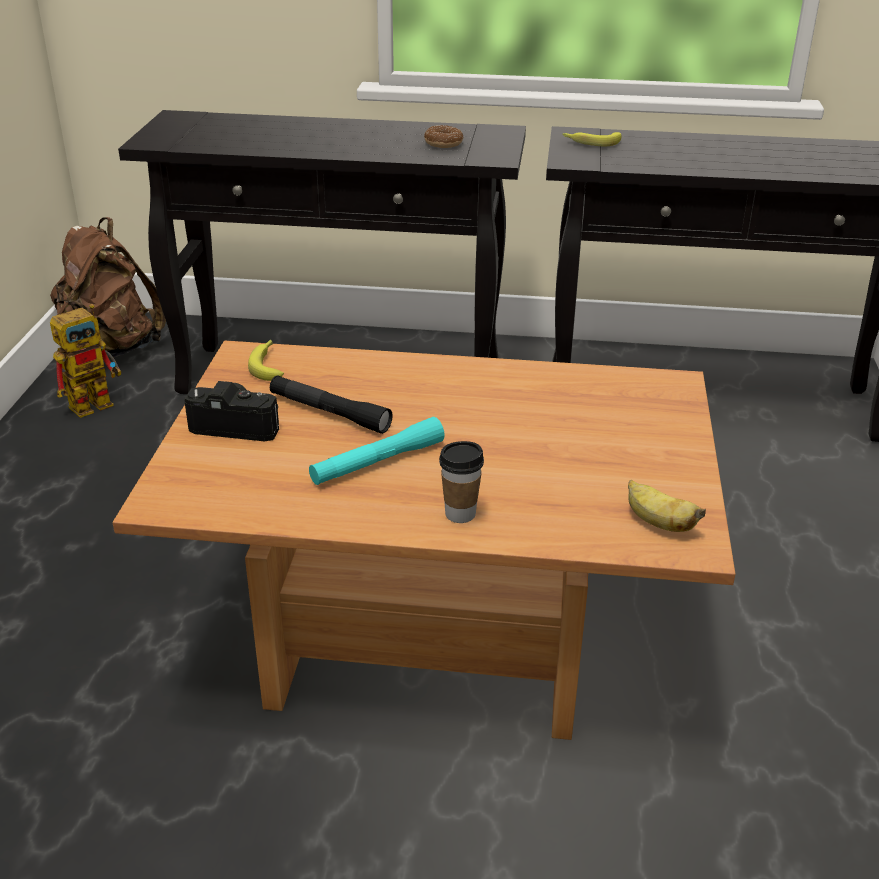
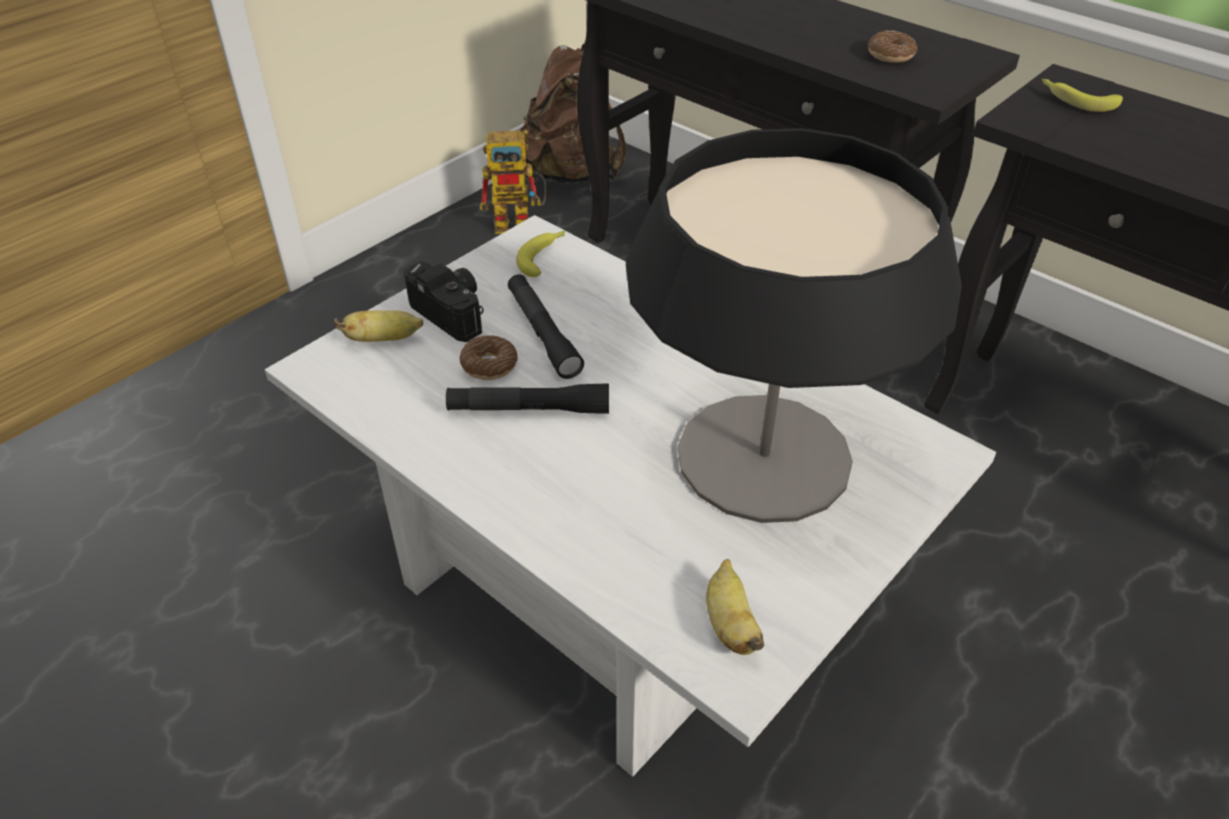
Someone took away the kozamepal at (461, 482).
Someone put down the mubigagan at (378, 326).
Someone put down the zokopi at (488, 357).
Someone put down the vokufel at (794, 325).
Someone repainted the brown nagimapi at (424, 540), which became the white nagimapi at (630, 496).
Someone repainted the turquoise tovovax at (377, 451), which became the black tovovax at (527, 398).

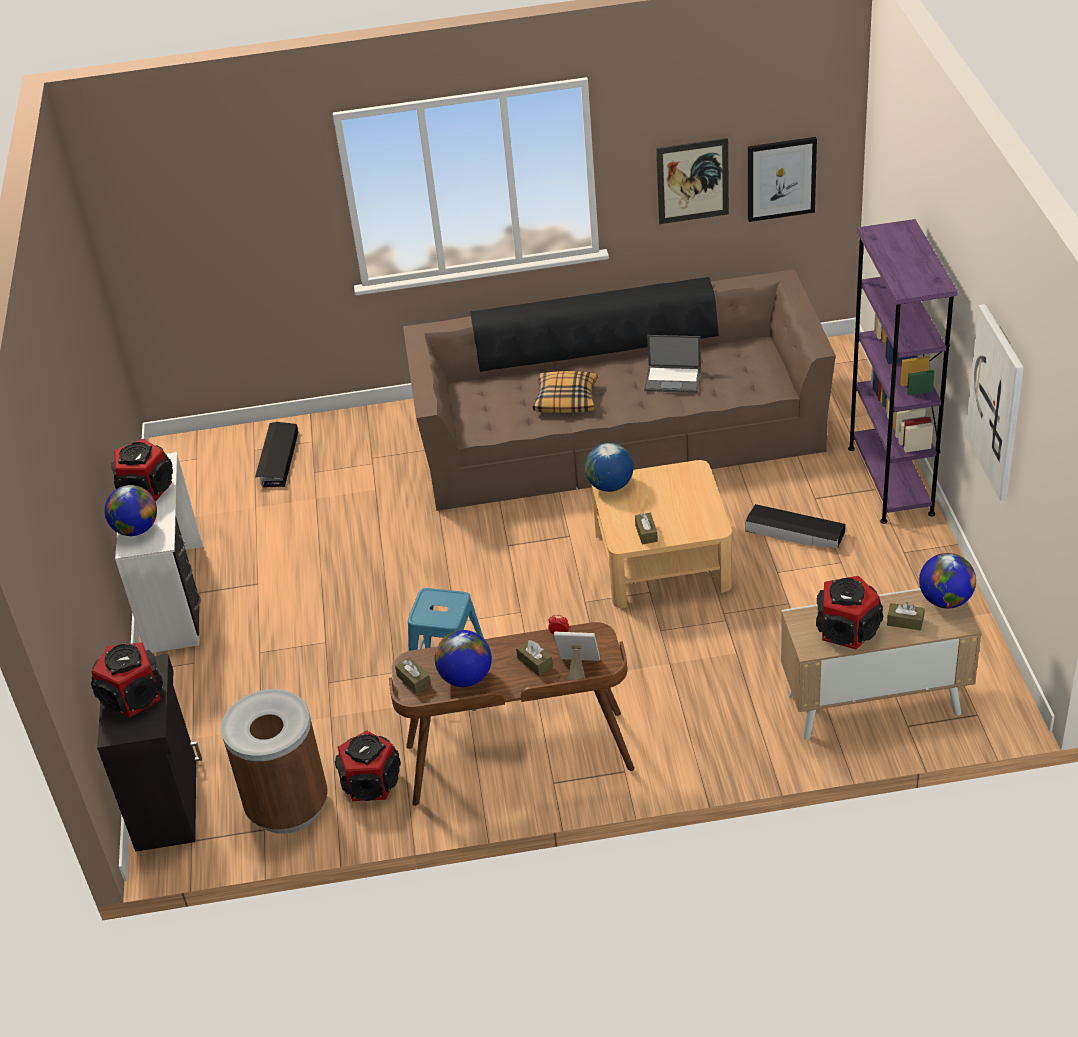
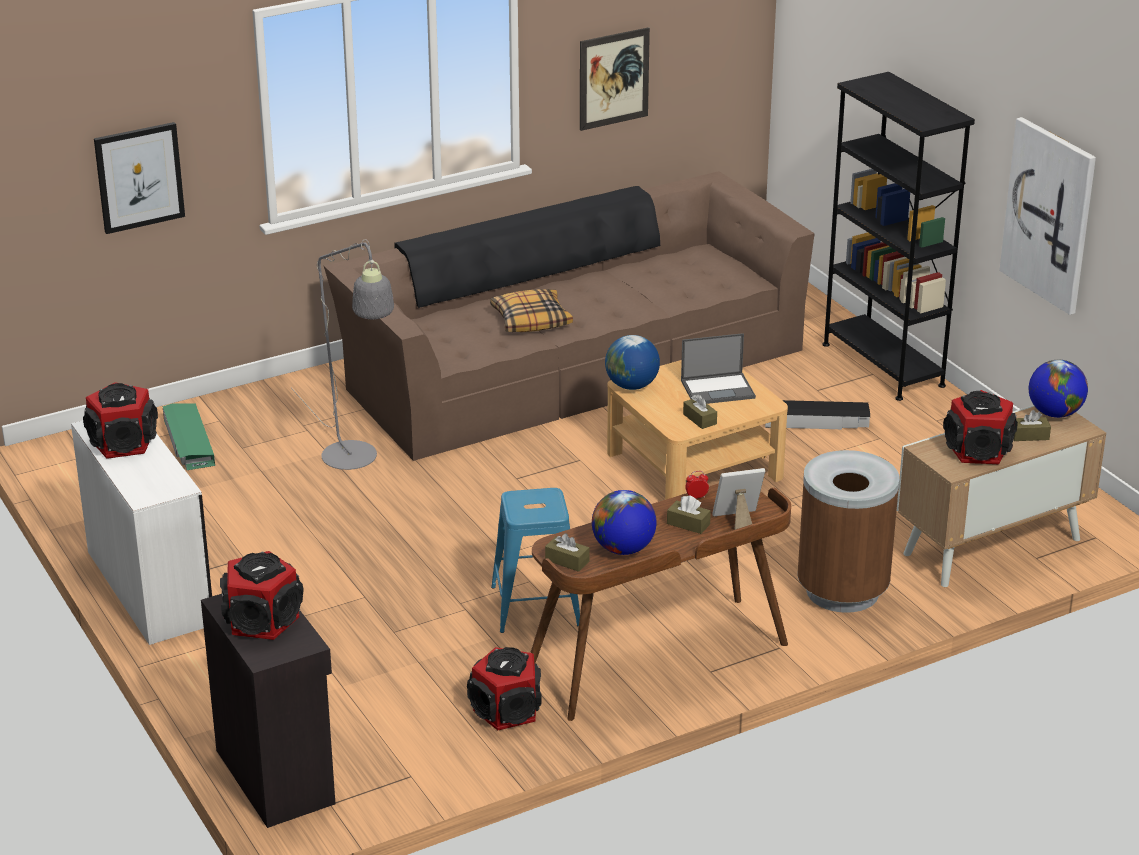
Someone took away the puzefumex at (130, 510).
Someone put down the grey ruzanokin at (342, 354).
Someone carried the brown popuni from (274, 761) to (848, 531).
Someone carried the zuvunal from (672, 364) to (718, 368).
Someone carried the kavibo from (782, 179) to (139, 178).
Someone repainted the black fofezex at (276, 454), which became the green fofezex at (189, 436).
Someone repainted the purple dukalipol at (903, 371), which became the black dukalipol at (898, 236).

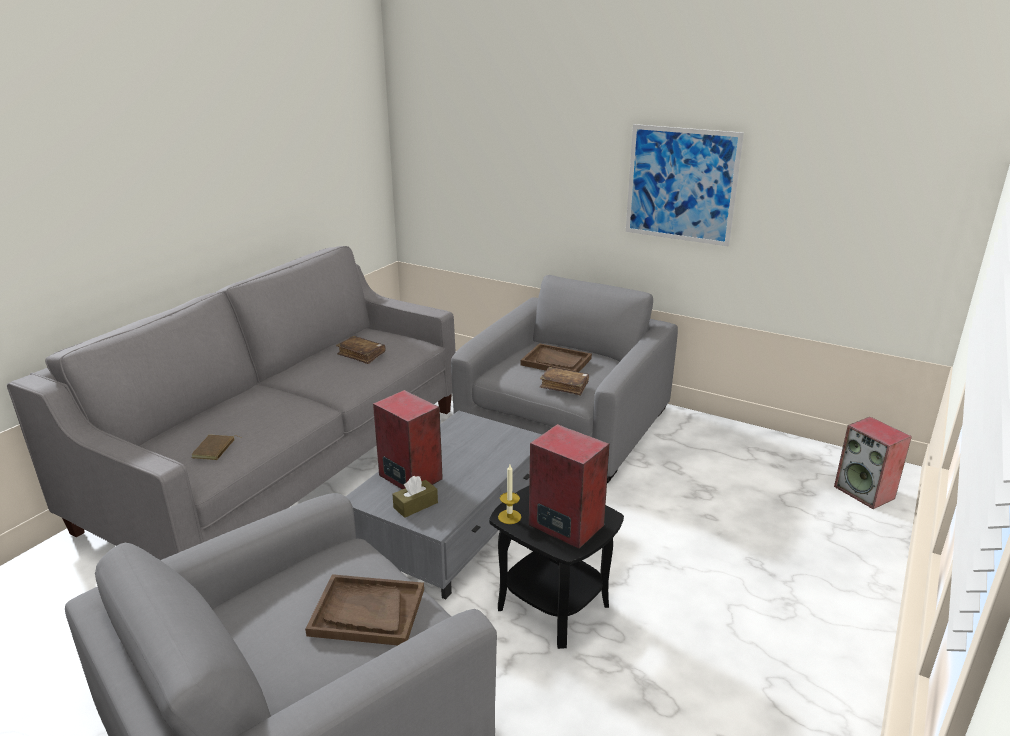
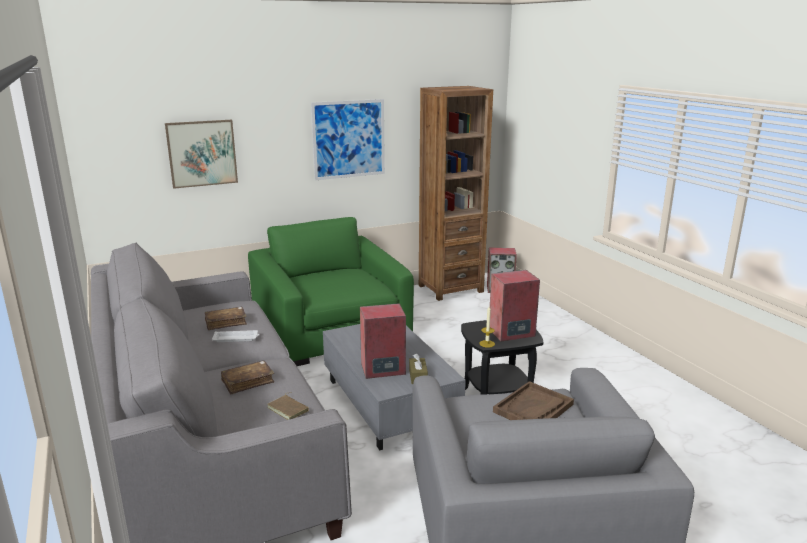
Someone took away the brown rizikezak at (556, 357).
Someone put up the kavibo at (201, 154).
Someone put down the white rizikezak at (235, 336).
Someone put down the brown dukalipol at (456, 193).
Someone carried the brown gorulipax from (564, 381) to (247, 377).
Someone repainted the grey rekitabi at (564, 379), which became the green rekitabi at (331, 291).

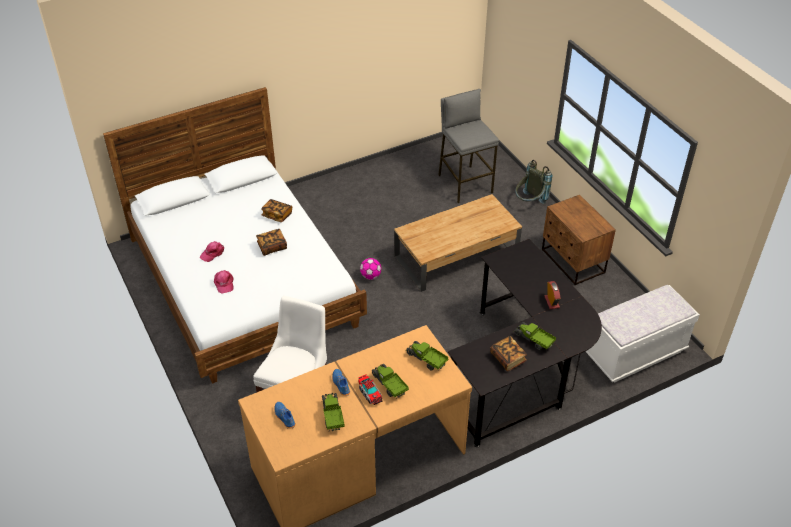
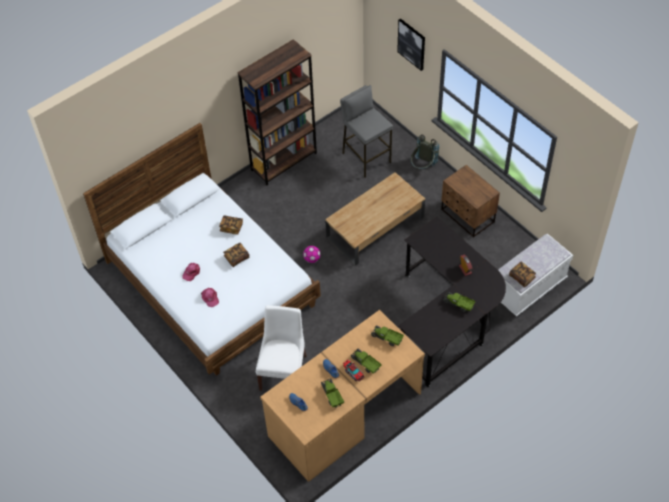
Someone put down the brown dukalipol at (277, 112).
Someone put up the kavibo at (411, 45).
Someone carried the gorulipax from (508, 353) to (522, 274).

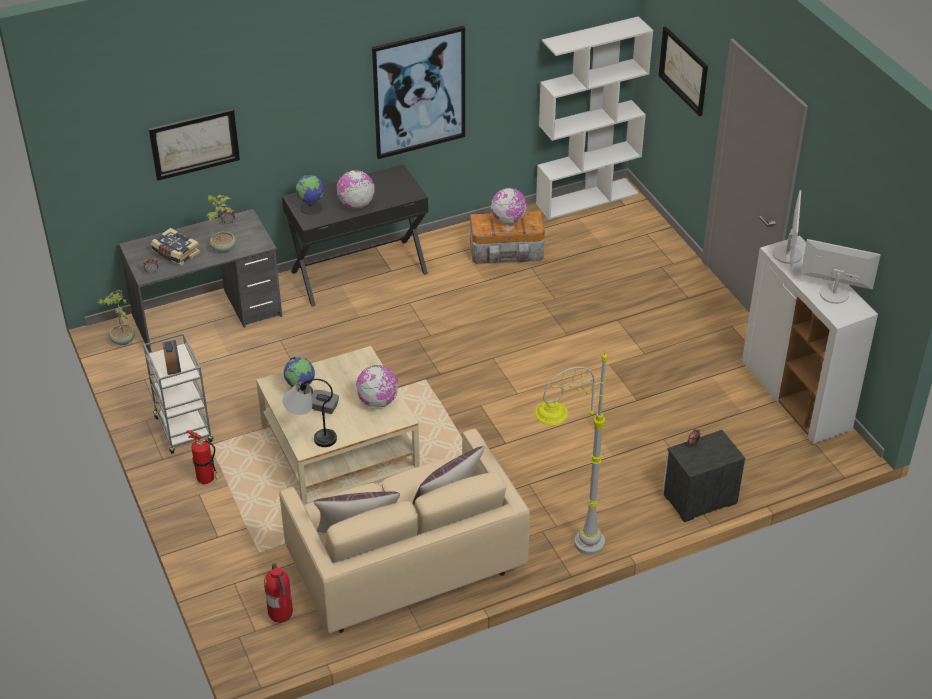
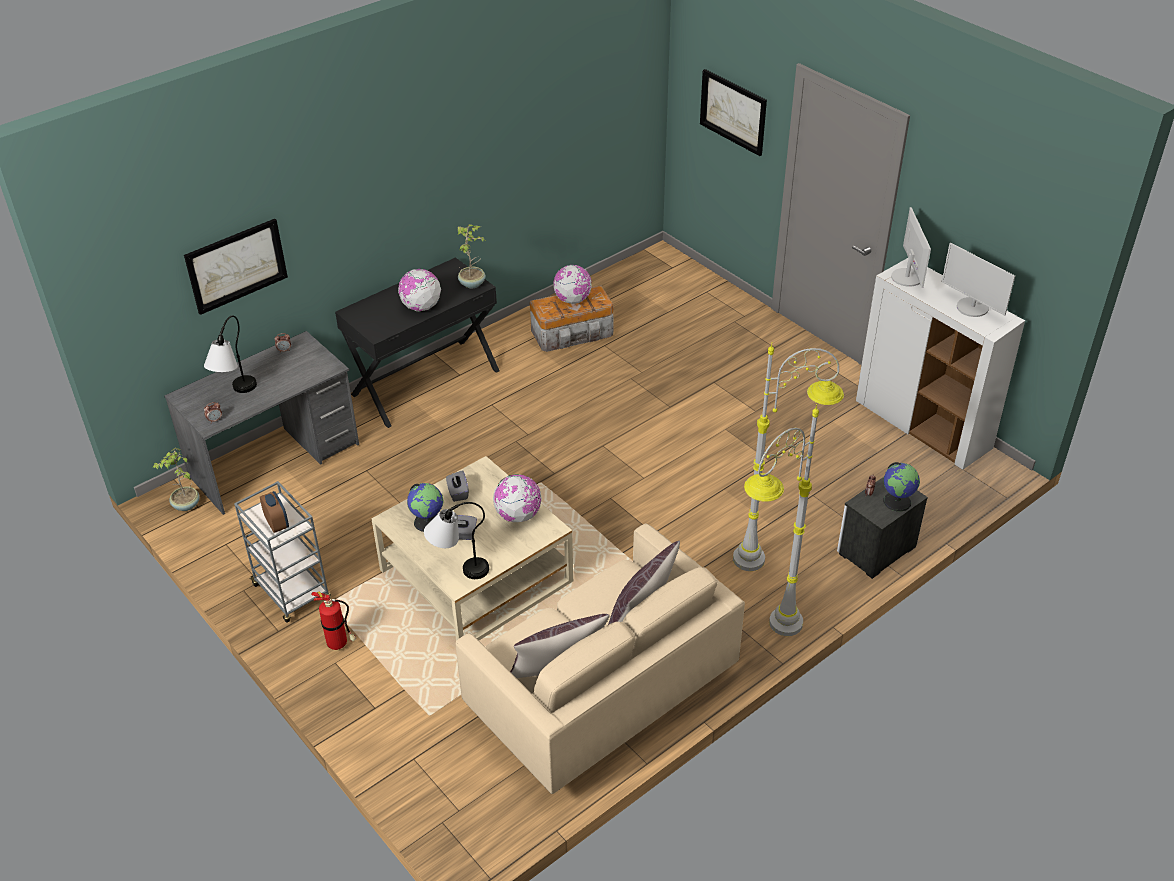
Someone took away the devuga at (278, 593).
Someone took away the kavibo at (418, 92).
Someone took away the white dukalipol at (594, 118).
Someone put down the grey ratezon at (457, 486).
Someone put down the grey ruzanokin at (788, 456).
Someone carried the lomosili from (220, 224) to (472, 256).
Someone carried the puzefumex from (310, 194) to (901, 487).
Someone swapped the gorulipax at (175, 247) for the vokufel at (230, 354).
Someone rotated the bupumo at (841, 271) by 135 degrees counterclockwise.

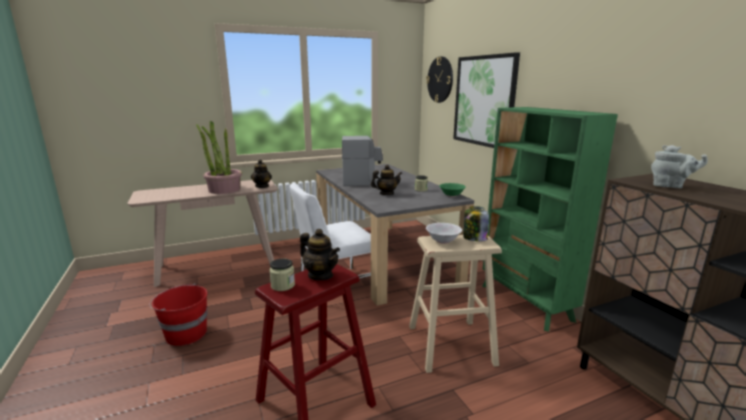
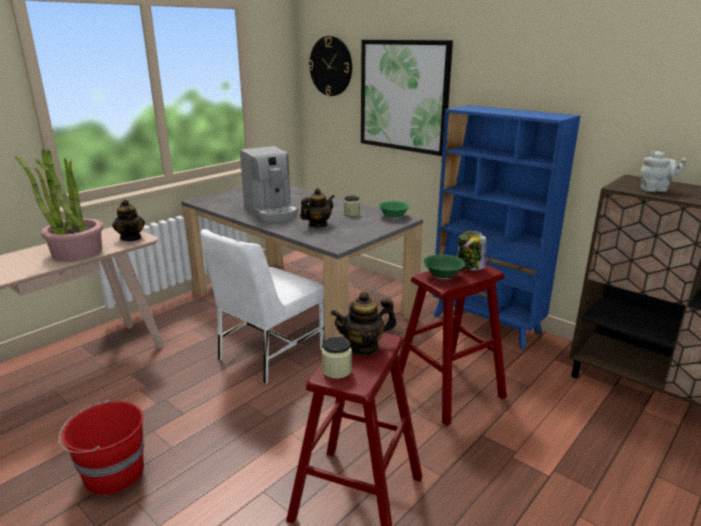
Someone repainted the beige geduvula at (455, 304), which became the red geduvula at (453, 345).
Someone repainted the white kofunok at (444, 233), which became the green kofunok at (444, 266).
Someone repainted the green dukalipol at (550, 219), which became the blue dukalipol at (506, 227).
Someone rotated the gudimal at (320, 254) by 150 degrees clockwise.
Someone rotated the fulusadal at (362, 161) by 90 degrees clockwise.

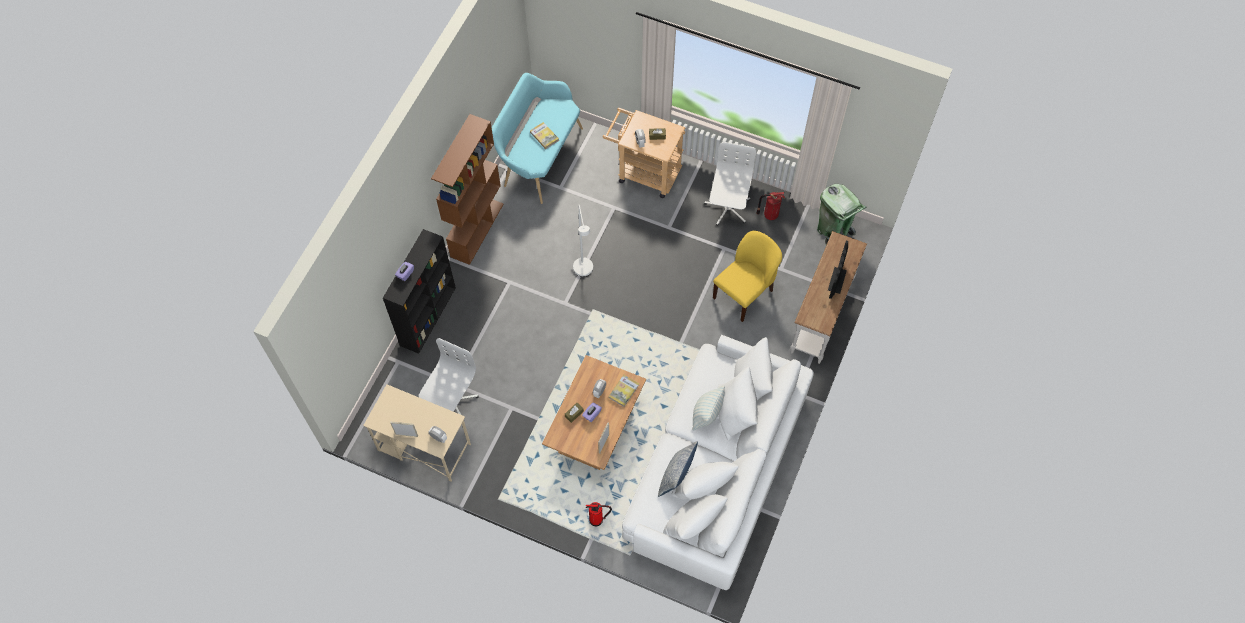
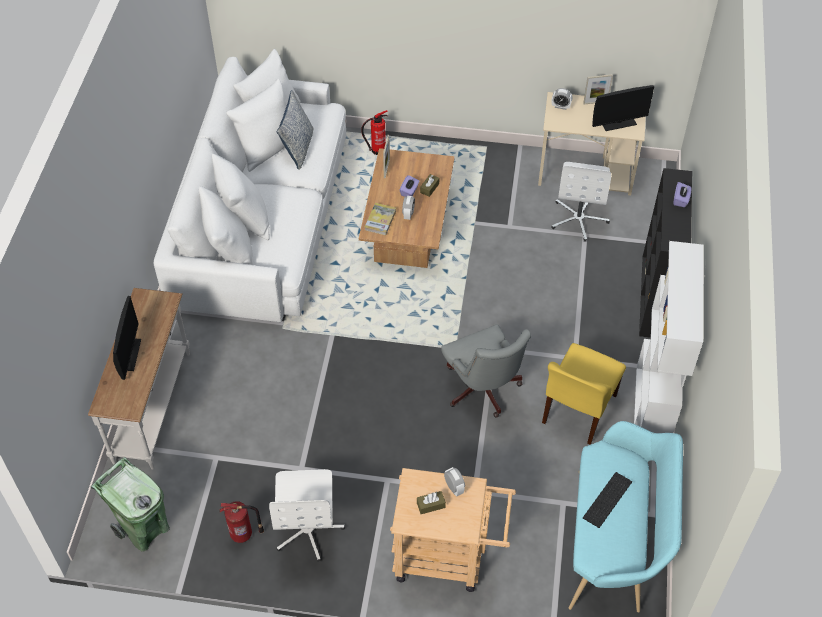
Someone took away the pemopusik at (708, 408).
Someone put down the bupumo at (623, 108).
Someone carried the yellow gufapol from (747, 276) to (584, 394).
Someone swapped the gorulipax at (544, 135) for the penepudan at (607, 500).
Someone swapped the white ruzanokin at (583, 241) for the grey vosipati at (486, 371).
Someone repainted the brown dukalipol at (467, 189), which became the white dukalipol at (669, 351).

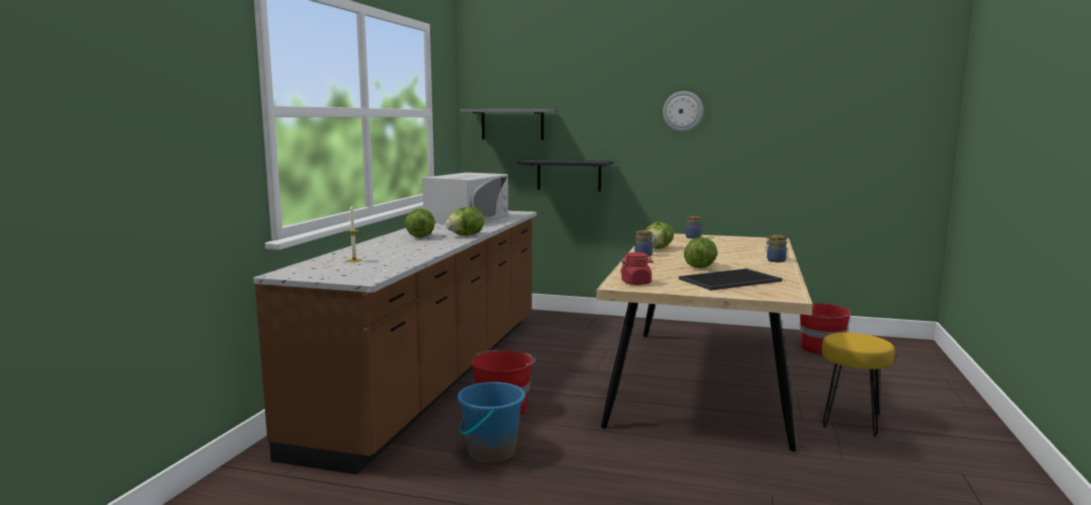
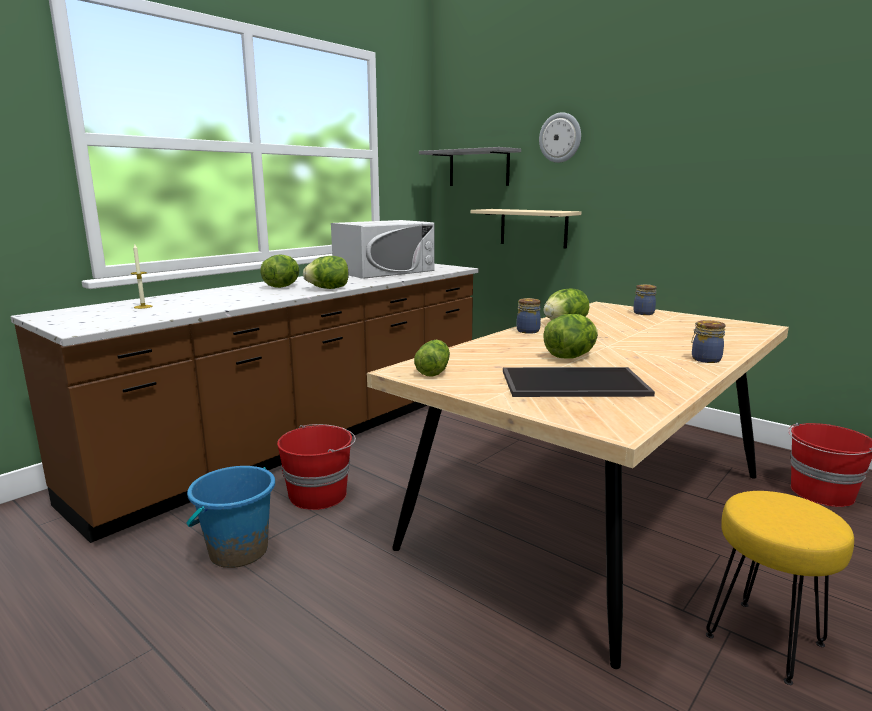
Someone carried the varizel from (683, 111) to (560, 137).
Someone swapped the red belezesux at (636, 268) for the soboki at (432, 358).
Someone repainted the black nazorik at (565, 176), which became the beige nazorik at (525, 229).

